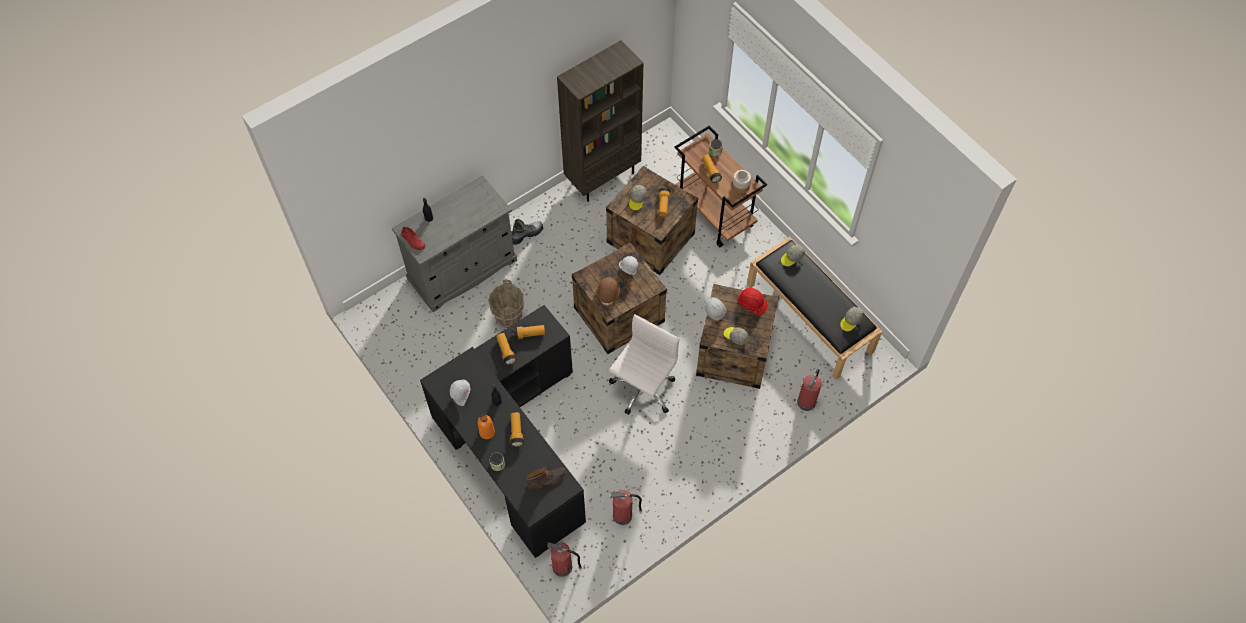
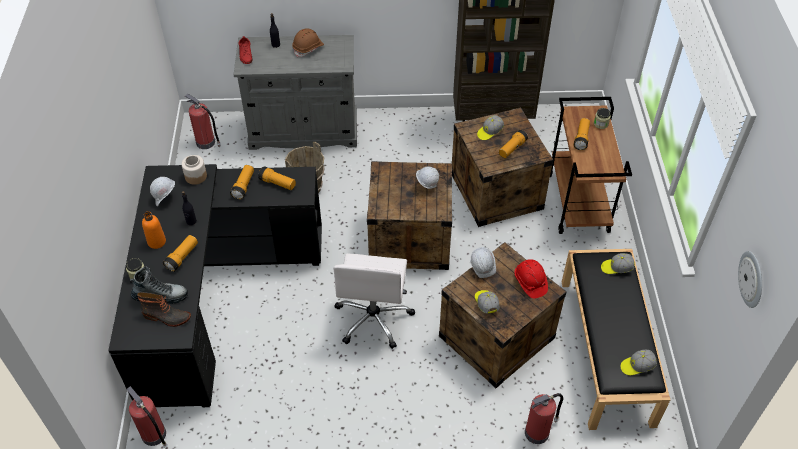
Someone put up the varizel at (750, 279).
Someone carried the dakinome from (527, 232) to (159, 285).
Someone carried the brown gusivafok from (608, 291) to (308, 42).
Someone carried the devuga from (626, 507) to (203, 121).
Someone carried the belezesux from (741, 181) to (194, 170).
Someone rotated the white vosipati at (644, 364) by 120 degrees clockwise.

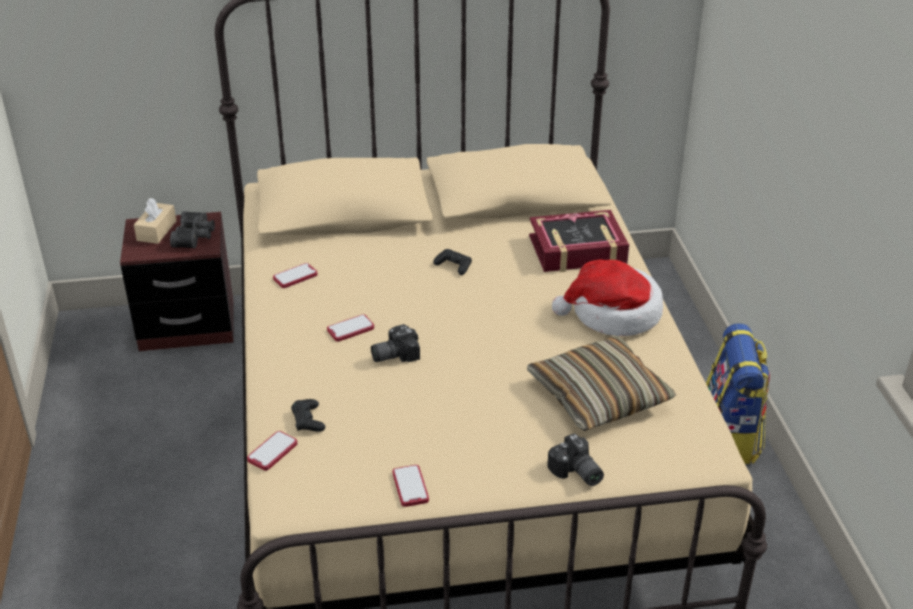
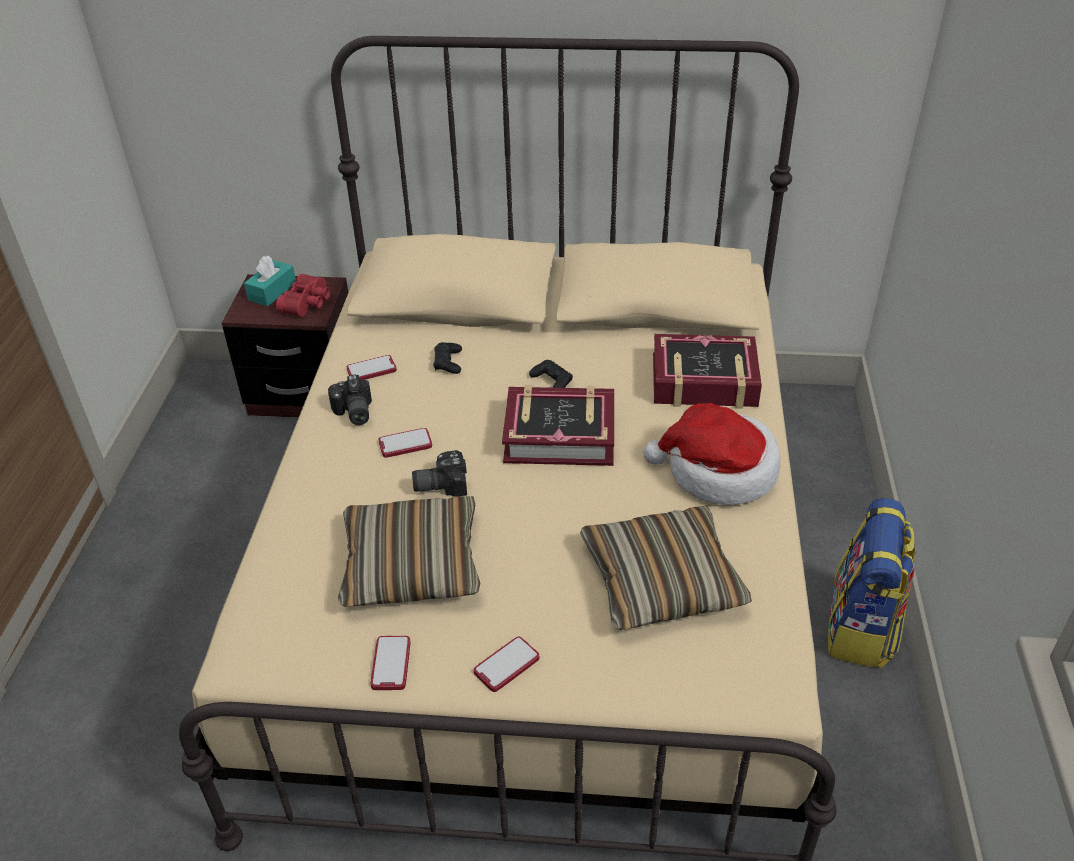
Someone put down the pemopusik at (409, 551).
Someone put down the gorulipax at (558, 425).
Someone carried the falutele from (272, 451) to (506, 664).
Someone carried the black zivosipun from (308, 415) to (447, 358).
Someone carried the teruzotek from (575, 459) to (350, 399).
Someone repainted the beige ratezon at (155, 221), which became the turquoise ratezon at (270, 281).
Someone repainted the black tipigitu at (192, 230), which became the red tipigitu at (303, 295).

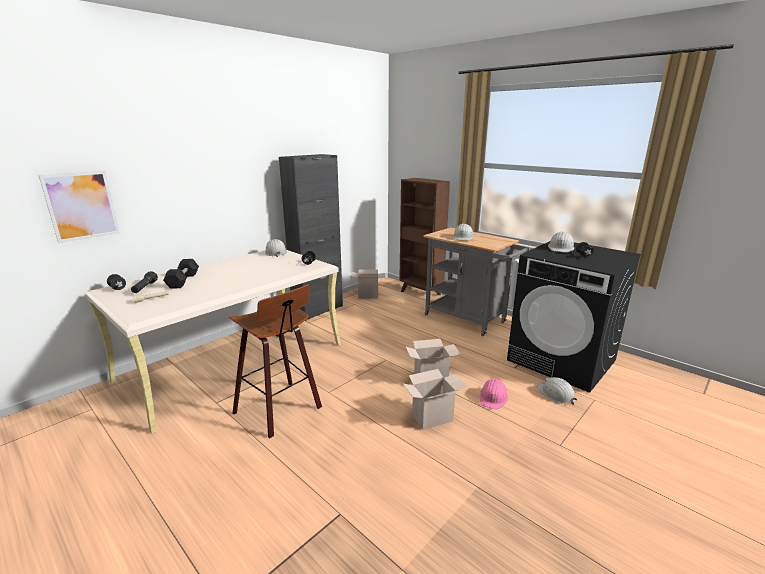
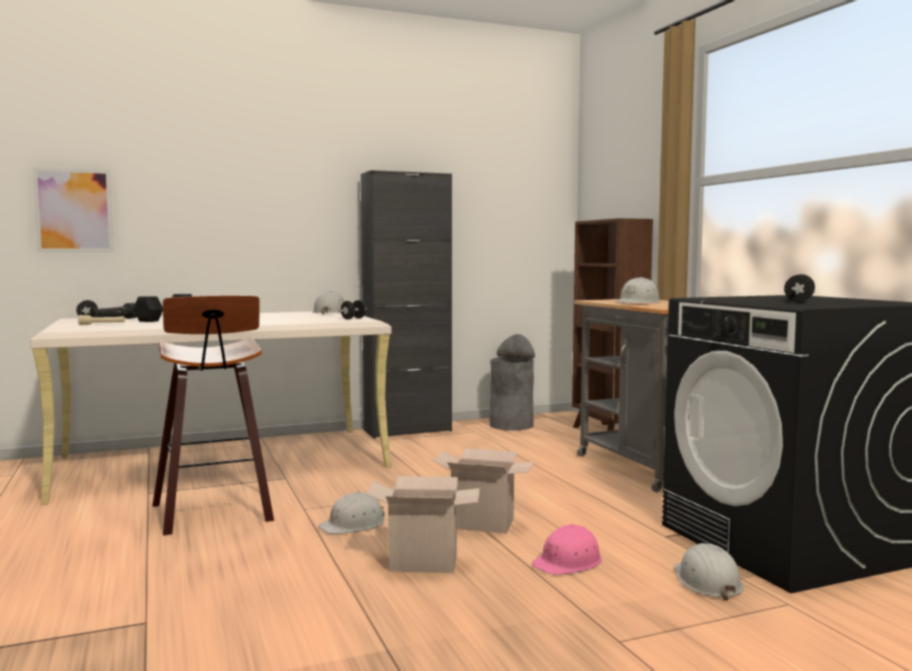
Someone carried the white gusivafok from (561, 242) to (351, 513).
Someone swapped the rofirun at (368, 284) for the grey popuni at (512, 382).

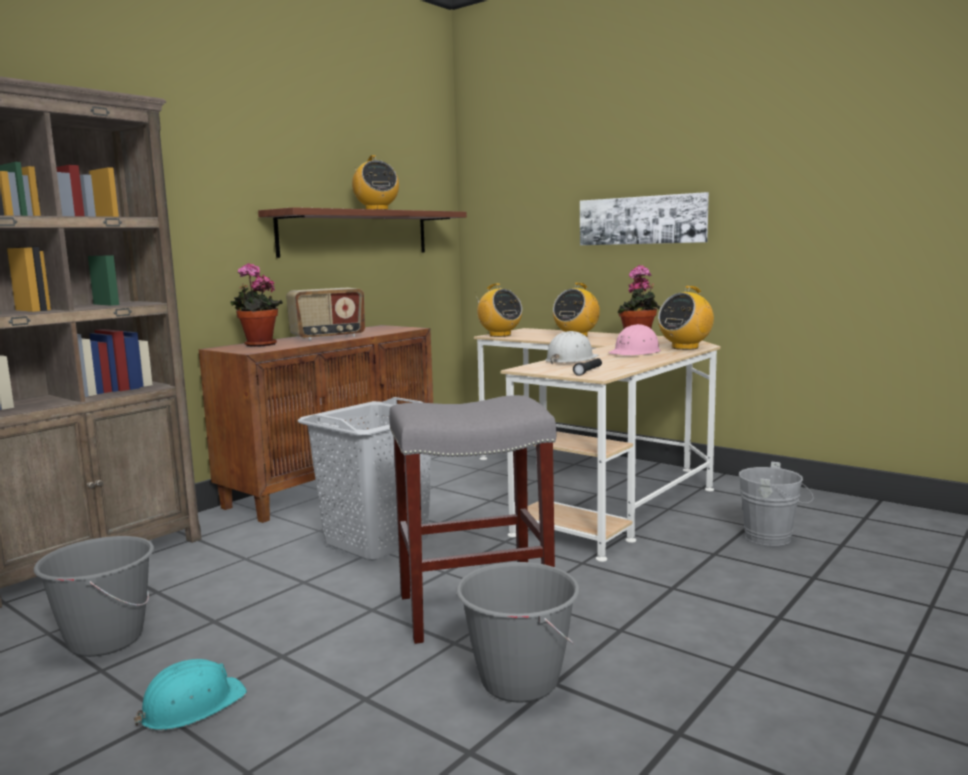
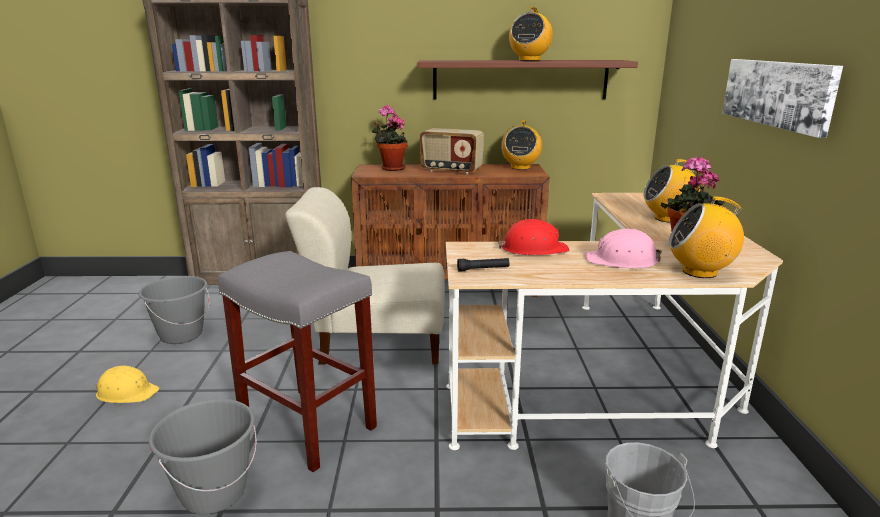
Someone carried the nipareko from (498, 310) to (521, 145).
Someone swapped the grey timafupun at (364, 479) for the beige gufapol at (365, 276).
Someone repainted the turquoise gusivafok at (190, 694), which became the yellow gusivafok at (127, 384).
Someone repainted the white gusivafok at (572, 347), which became the red gusivafok at (534, 237).

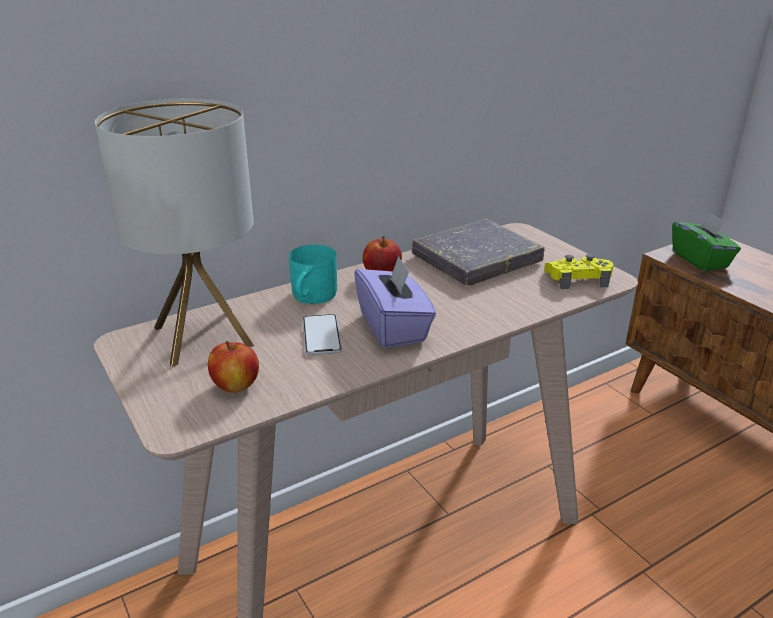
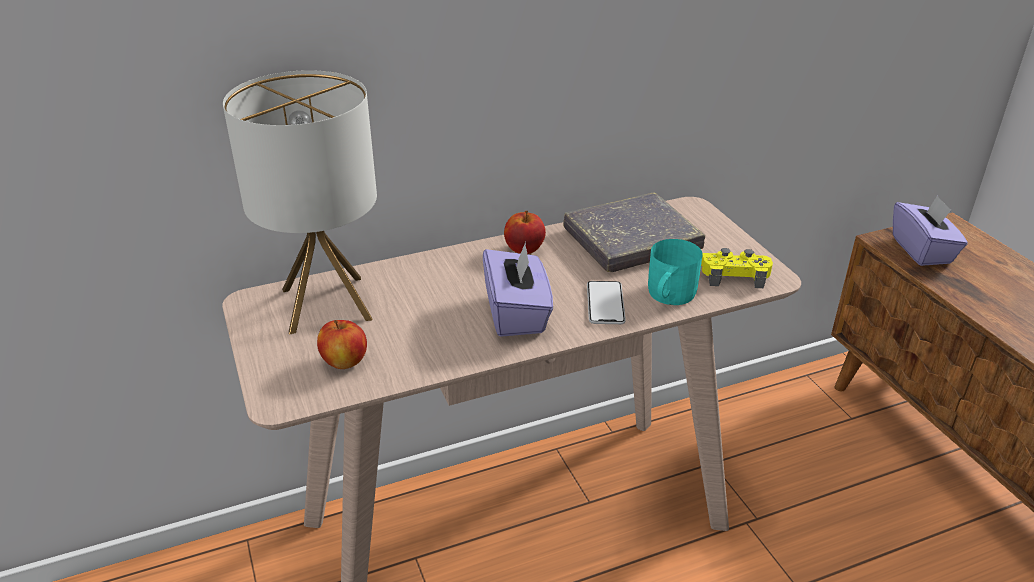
Someone carried the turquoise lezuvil from (313, 274) to (675, 272).
Someone carried the falutele from (322, 334) to (606, 302).
Someone repainted the green ratezon at (706, 242), which became the purple ratezon at (930, 230).

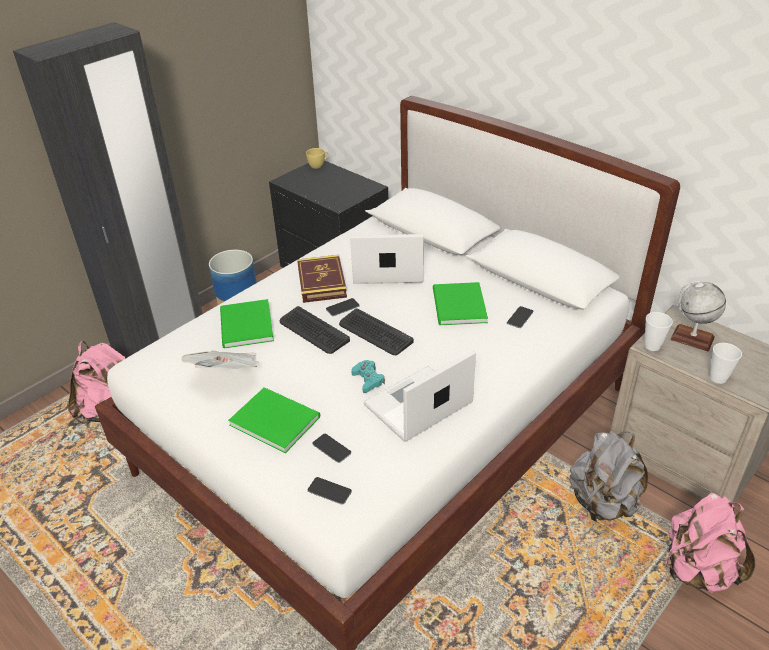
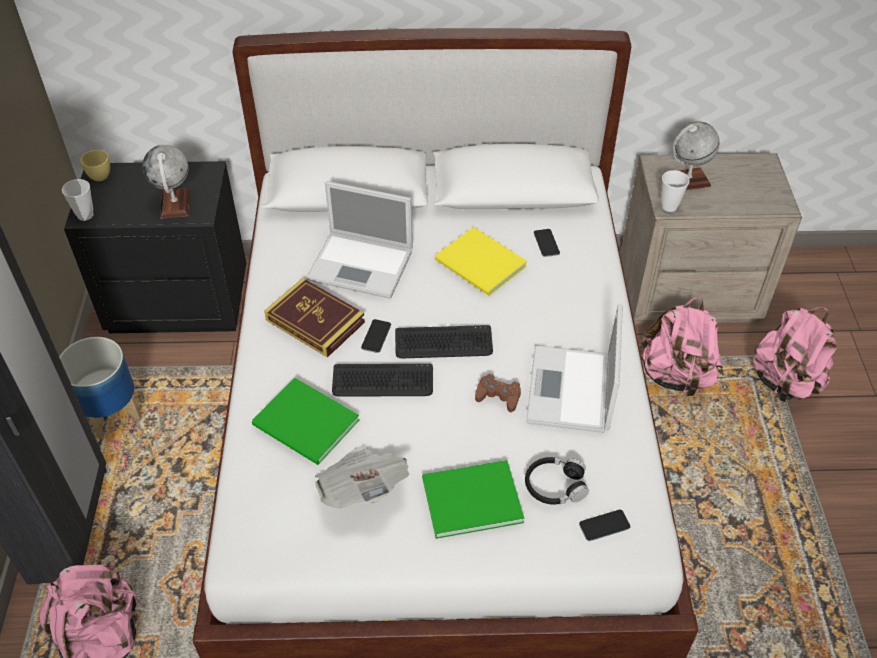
Someone put down the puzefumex at (165, 182).
Someone carried the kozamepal from (726, 363) to (77, 200).
Someone swapped the falutele at (331, 448) for the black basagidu at (557, 481).
Someone repainted the turquoise zivosipun at (368, 376), which became the brown zivosipun at (498, 393).
Someone repainted the green gorulipax at (460, 303), which became the yellow gorulipax at (481, 261).
Someone repainted the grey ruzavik at (608, 476), which became the pink ruzavik at (681, 347).
Someone rotated the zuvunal at (387, 259) by 120 degrees counterclockwise.

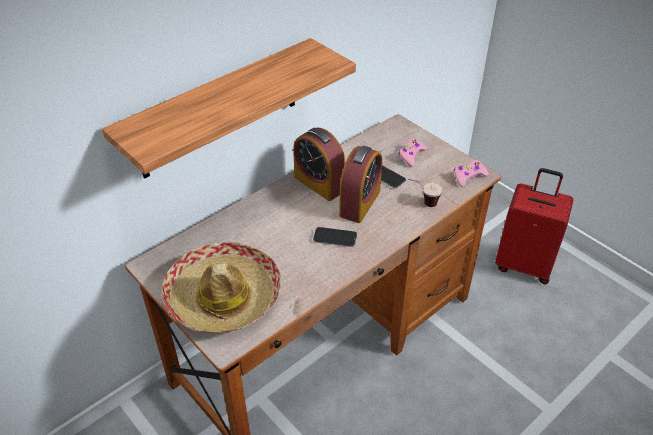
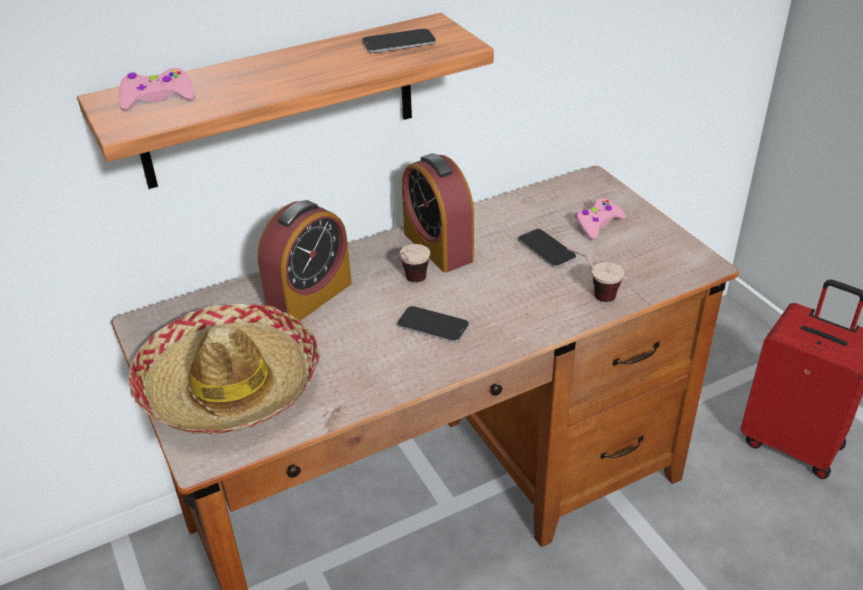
Someone put down the falutele at (399, 41).
Someone put down the kozamepal at (411, 263).
Someone carried the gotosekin from (360, 184) to (305, 260).
Someone carried the pink zivosipun from (471, 173) to (156, 89).

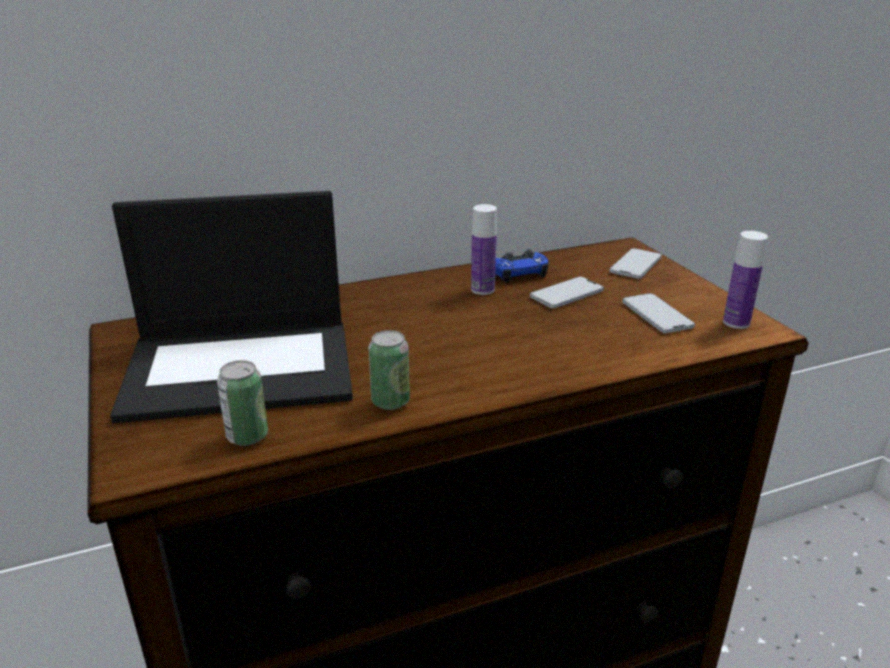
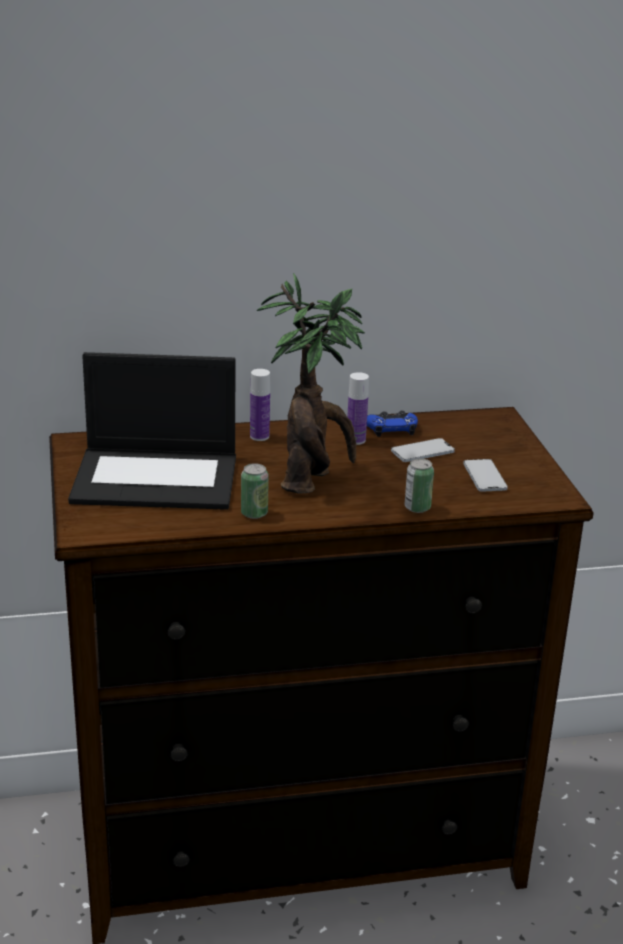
Someone took away the falutele at (636, 263).
Someone put down the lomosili at (311, 383).
Someone carried the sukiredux from (242, 403) to (419, 485).
Someone carried the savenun from (745, 280) to (260, 405).

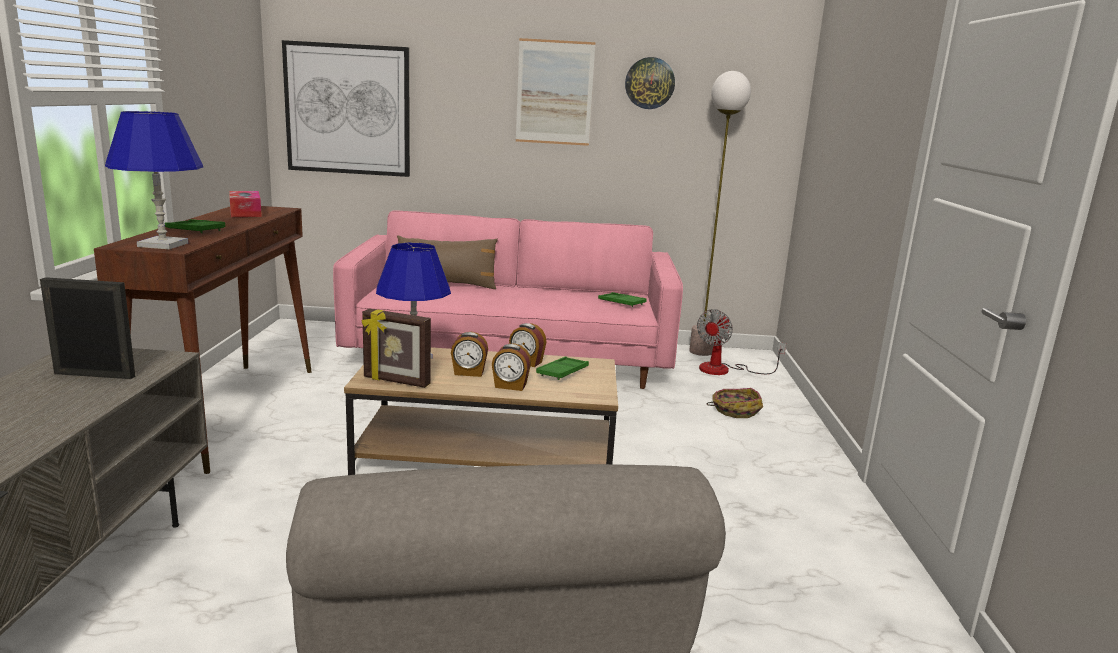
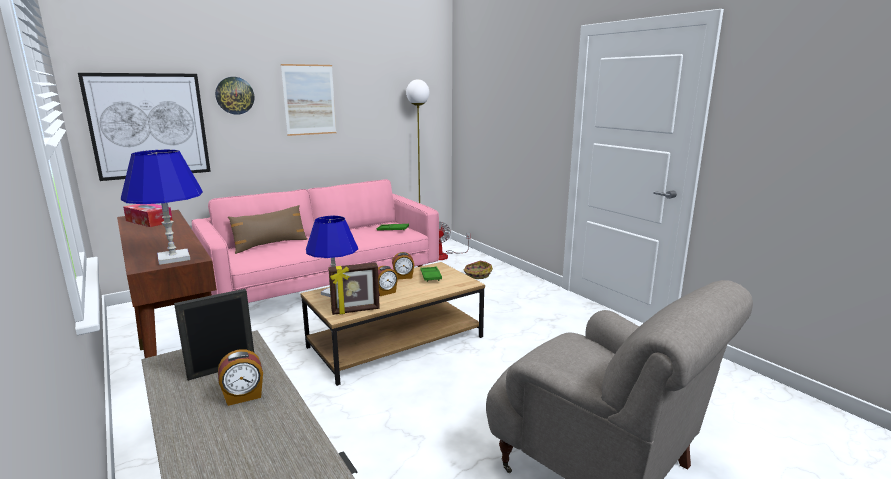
Someone took away the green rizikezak at (195, 226).
Someone carried the gotosekin from (511, 367) to (240, 377).
Someone carried the varizel from (650, 83) to (234, 96).

